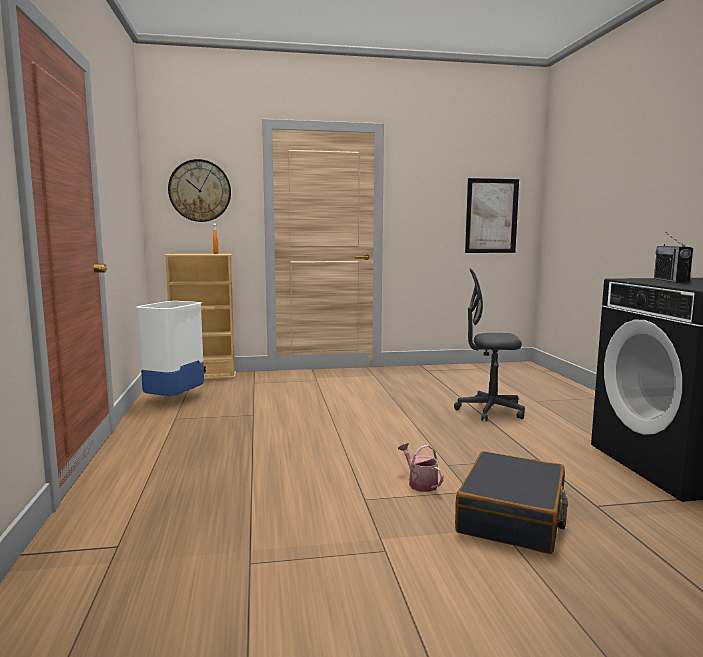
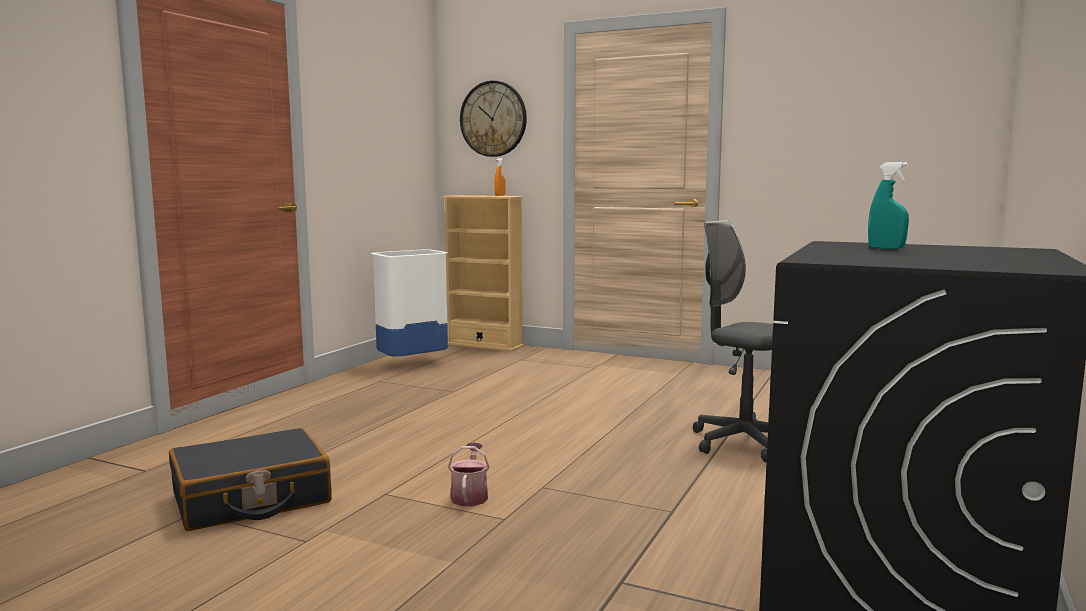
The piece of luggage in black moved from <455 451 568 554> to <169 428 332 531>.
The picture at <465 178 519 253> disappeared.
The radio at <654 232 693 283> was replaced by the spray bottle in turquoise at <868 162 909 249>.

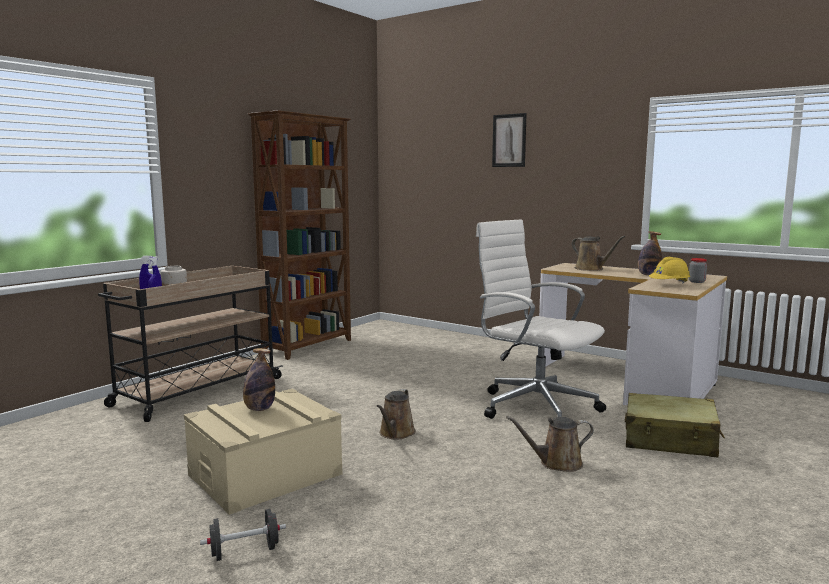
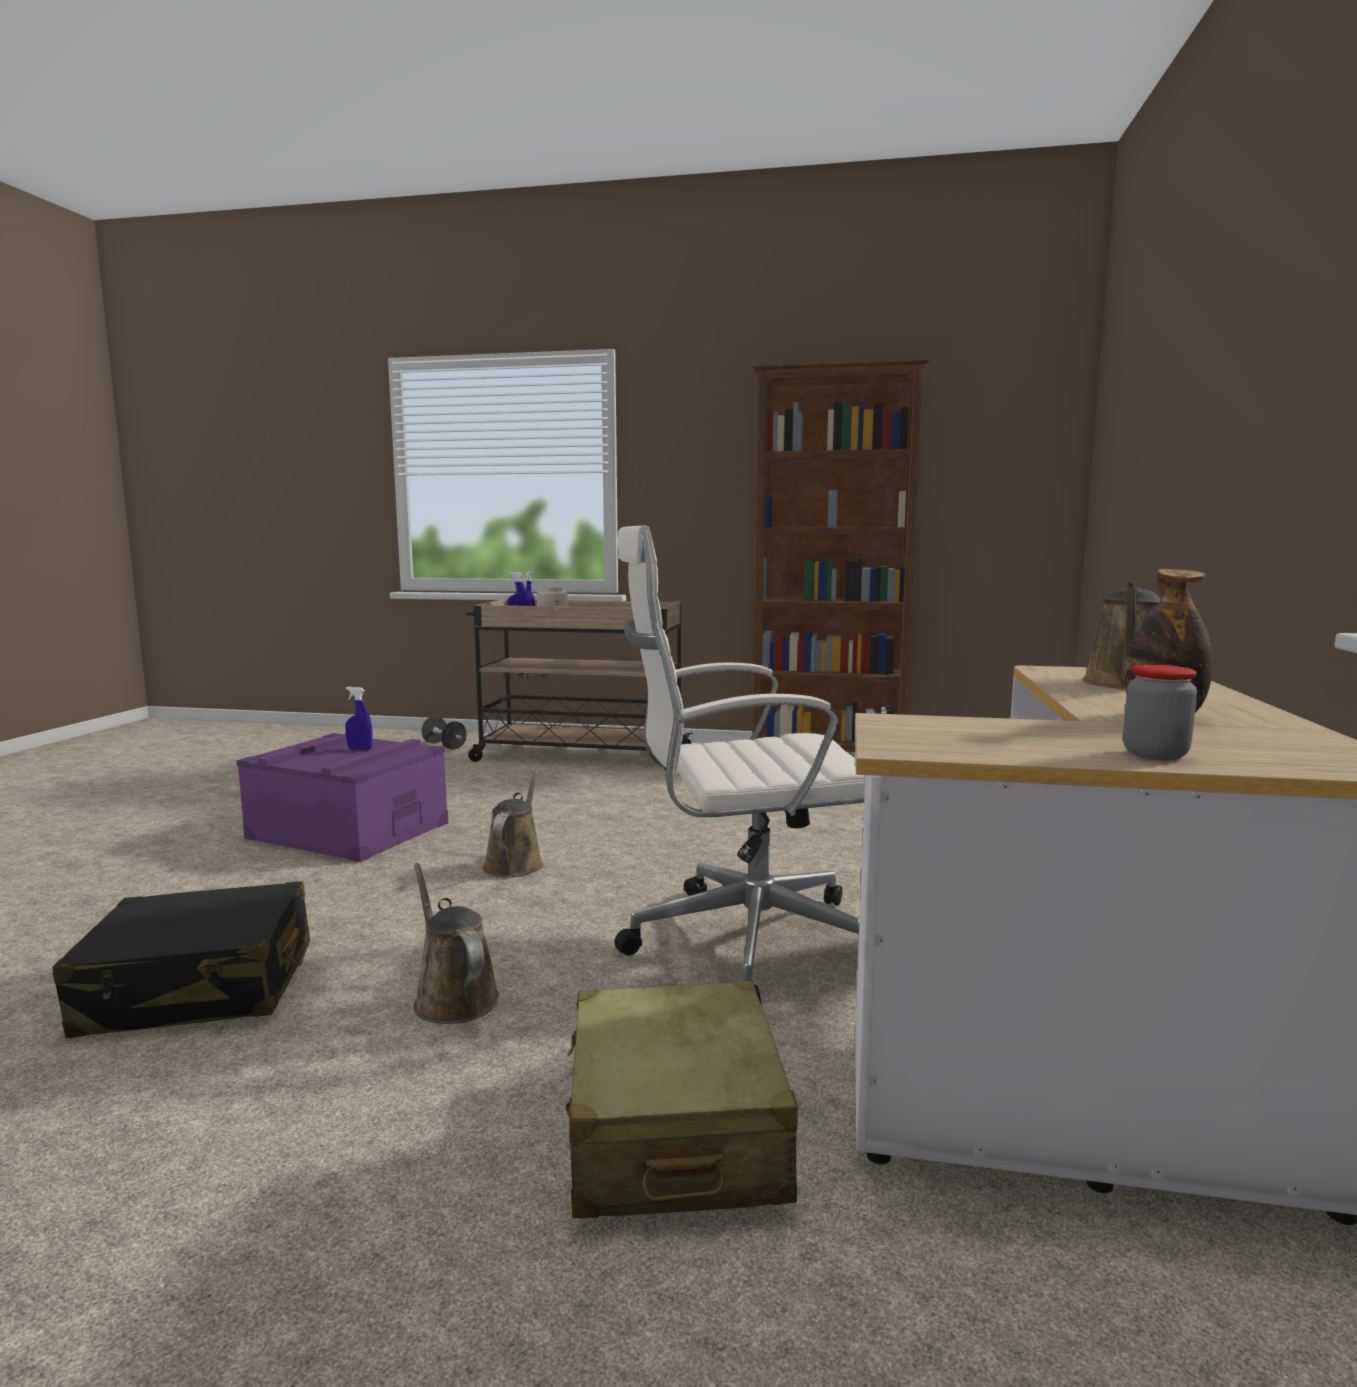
The storage container in beige-coloured at <184 389 342 515> became the storage container in purple at <237 733 448 862>.
The dumbbell in black moved from <200 509 286 561> to <421 716 467 750>.
The drink bottle at <243 348 275 411> was replaced by the spray bottle in bluish at <345 687 372 750>.
The sprinkling can in brown-coloured at <377 389 416 440> turned 105 degrees clockwise.
The desk chair in white at <476 219 606 419> turned 120 degrees counterclockwise.
The picture at <492 113 527 167> disappeared.
The work helmet in yellowish at <649 257 690 283> disappeared.
The piece of luggage in black at <53 881 310 1038> appeared.

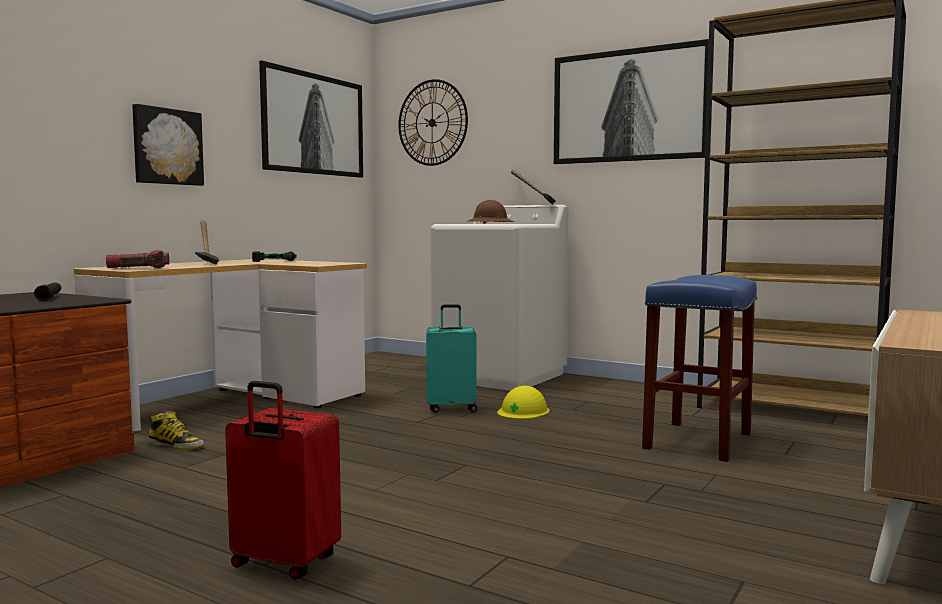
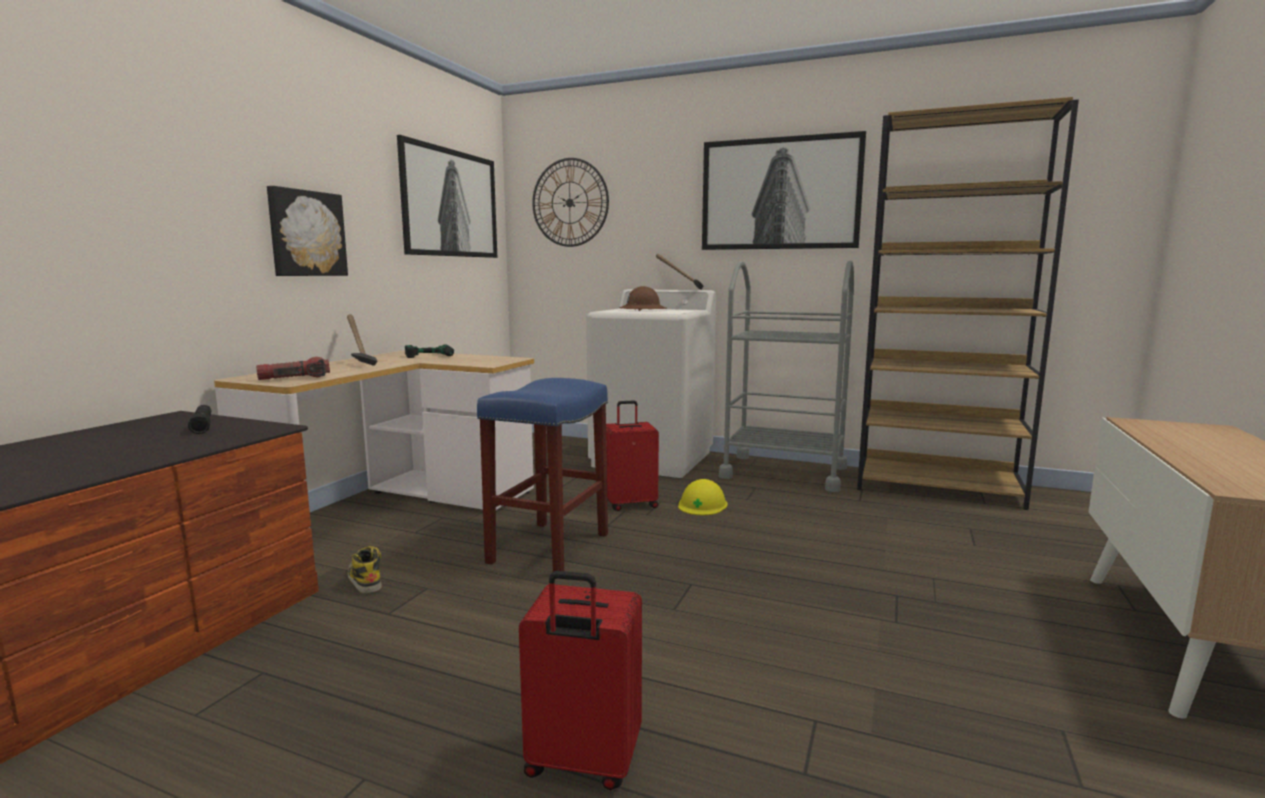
The tall boot at <148 411 204 450> turned 135 degrees counterclockwise.
The piece of luggage in turquoise at <426 304 477 412> became the piece of luggage in red-coloured at <606 401 659 511>.
The sitting stool in bluish moved from <642 275 757 462> to <477 378 608 572>.
The wheeled cart in grey at <719 260 854 492> appeared.

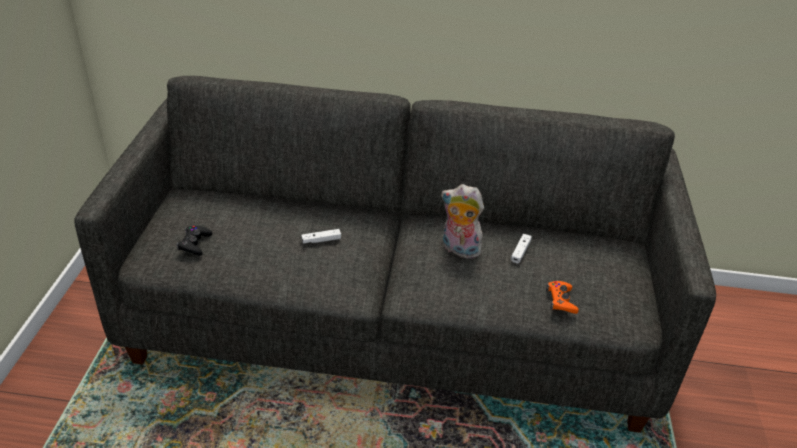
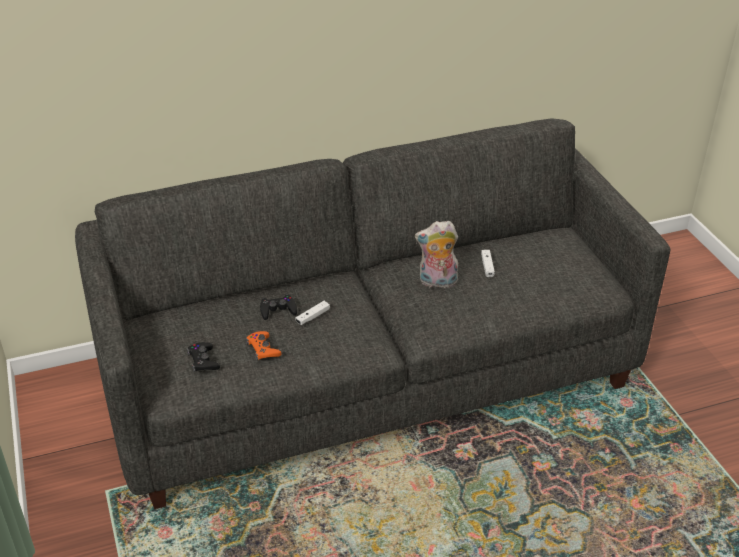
The game controller in orangey moved from <546 281 579 314> to <246 331 281 360>.
The game controller in black at <260 294 297 320> appeared.

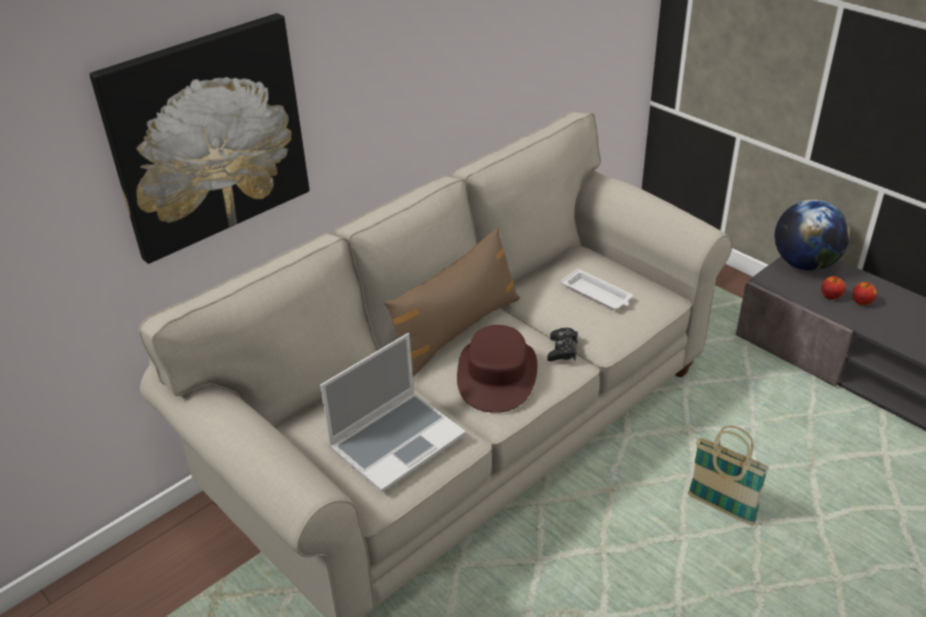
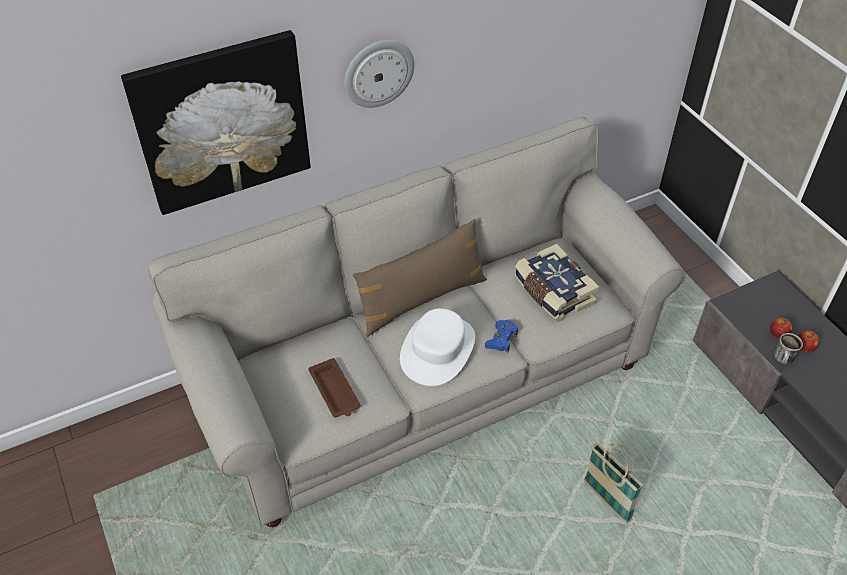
The notebook computer at <320 333 466 493> was replaced by the carrying tray in brown-coloured at <308 358 361 417>.
The clothing hat in brown-coloured at <457 325 537 413> became the clothing hat in white at <400 308 475 386>.
The game controller in black at <548 328 578 361> became the game controller in bluish at <485 320 518 353>.
The carrying tray in white at <561 268 633 310> was replaced by the bound book at <515 244 599 322>.
The world globe at <775 200 850 271> disappeared.
The wall clock at <345 40 415 108> appeared.
The tea mug at <774 333 803 365> appeared.

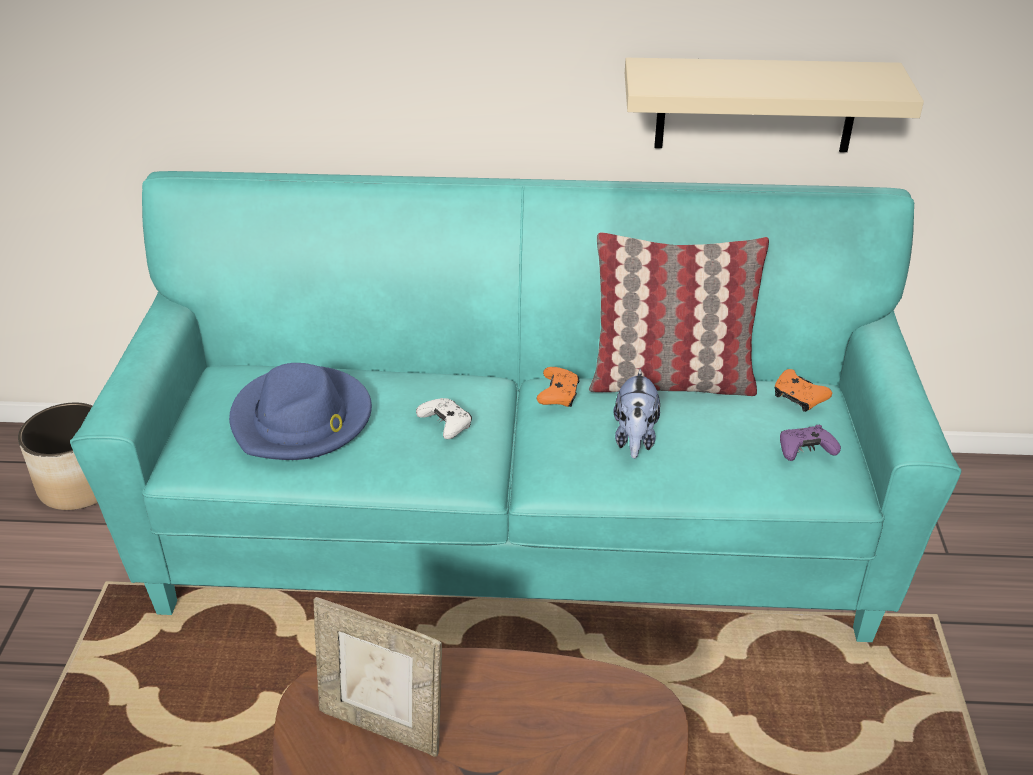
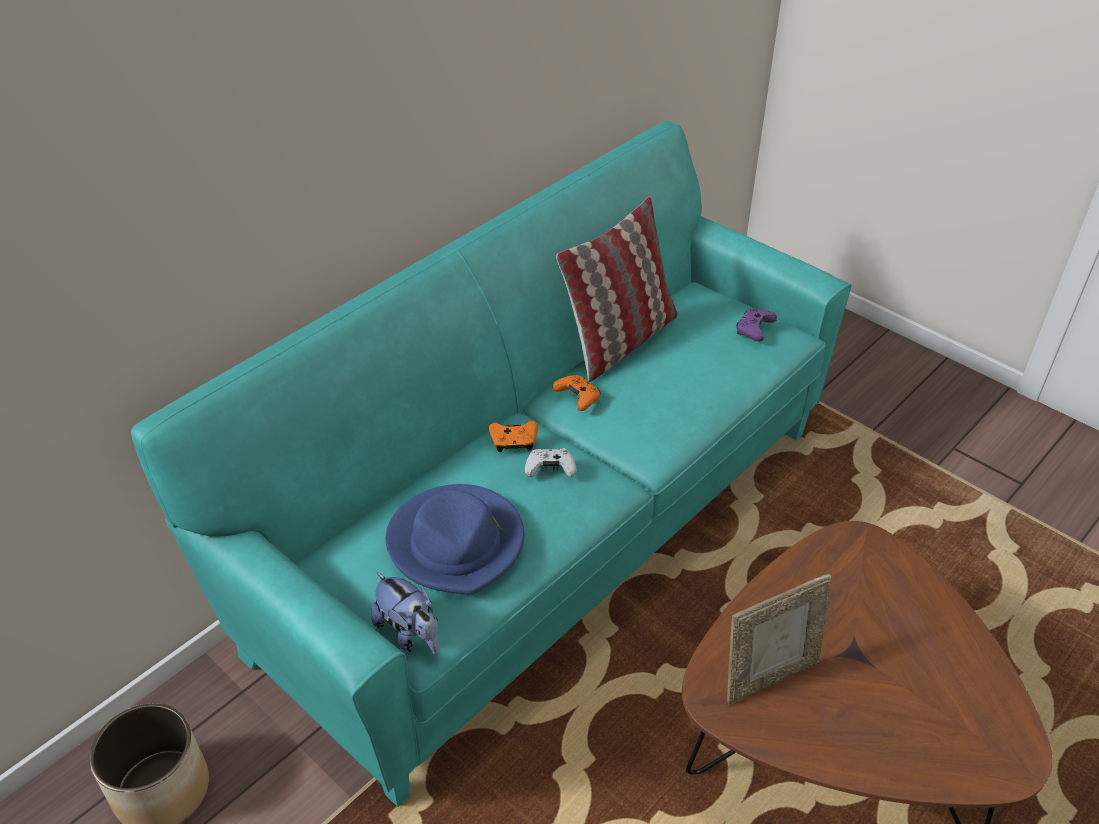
The cuddly toy moved from <613 369 660 459> to <371 572 439 655>.
The wall shelf in beige-coloured at <625 58 924 152> disappeared.
The game controller in orangey moved from <775 369 832 412> to <489 421 538 452>.

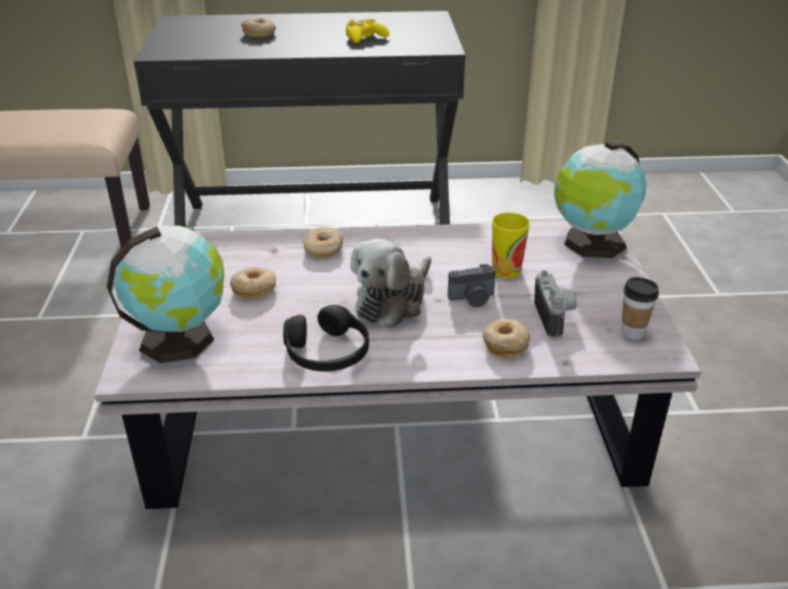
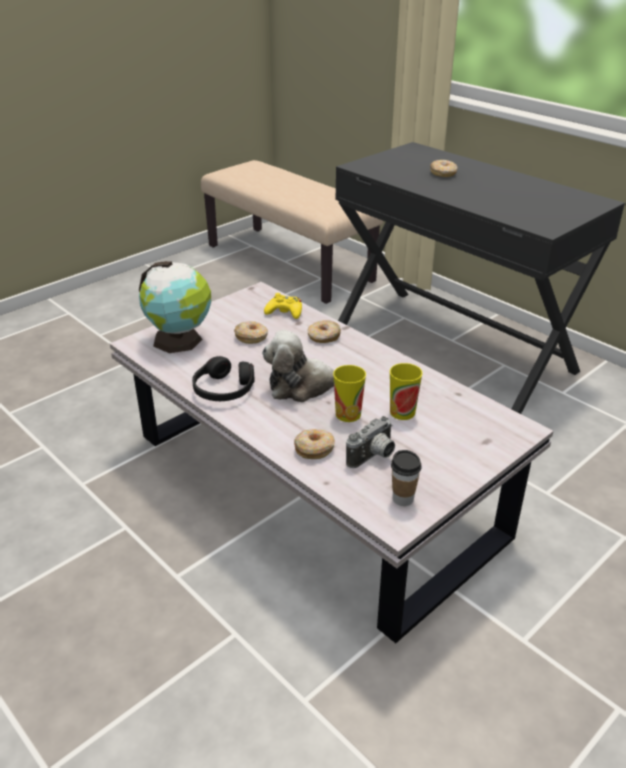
The game controller in yellowish moved from <346 18 389 43> to <264 293 302 319>.
The still camera at <448 264 496 307> was replaced by the drinking cup at <333 365 366 422>.
The world globe at <554 142 647 258> disappeared.

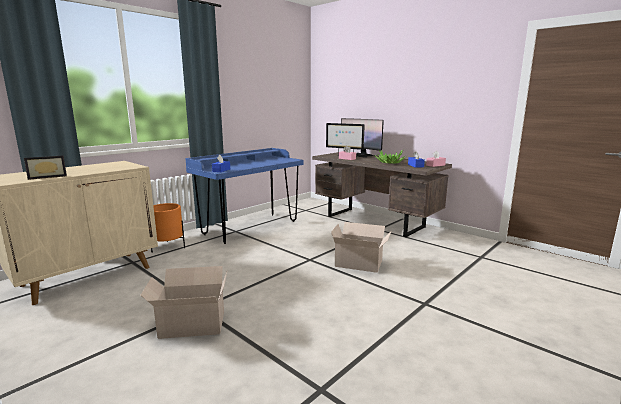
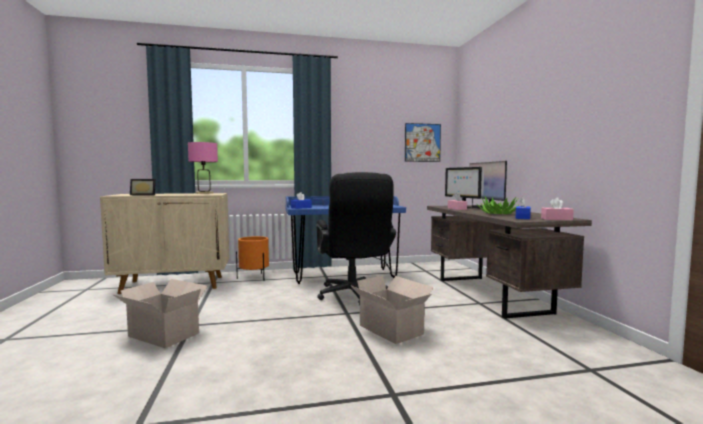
The table lamp in pink-coloured at <188 142 218 194> appeared.
The desk chair in black at <316 172 396 306> appeared.
The picture at <405 123 441 162> appeared.

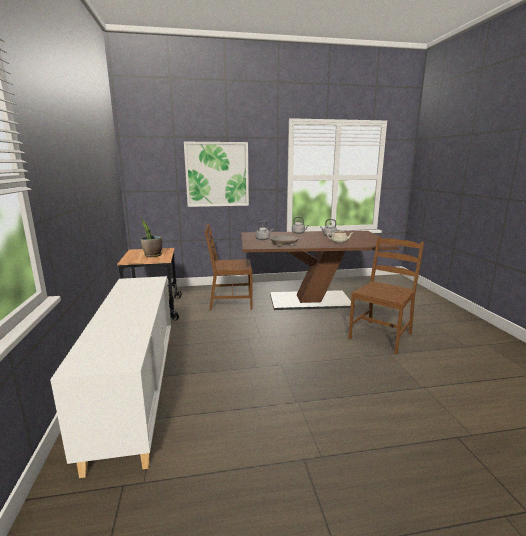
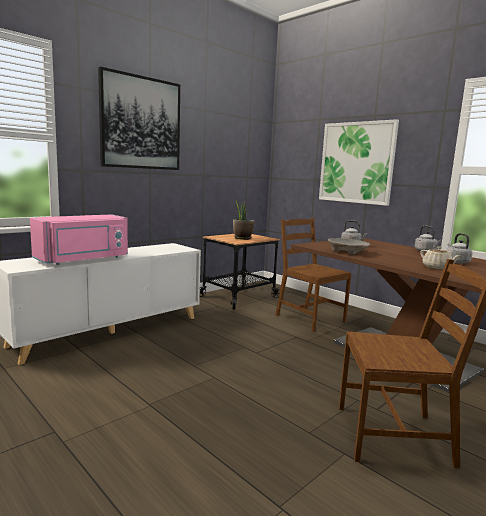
The microwave in pink-coloured at <30 214 128 265> appeared.
The picture at <98 67 180 170> appeared.

